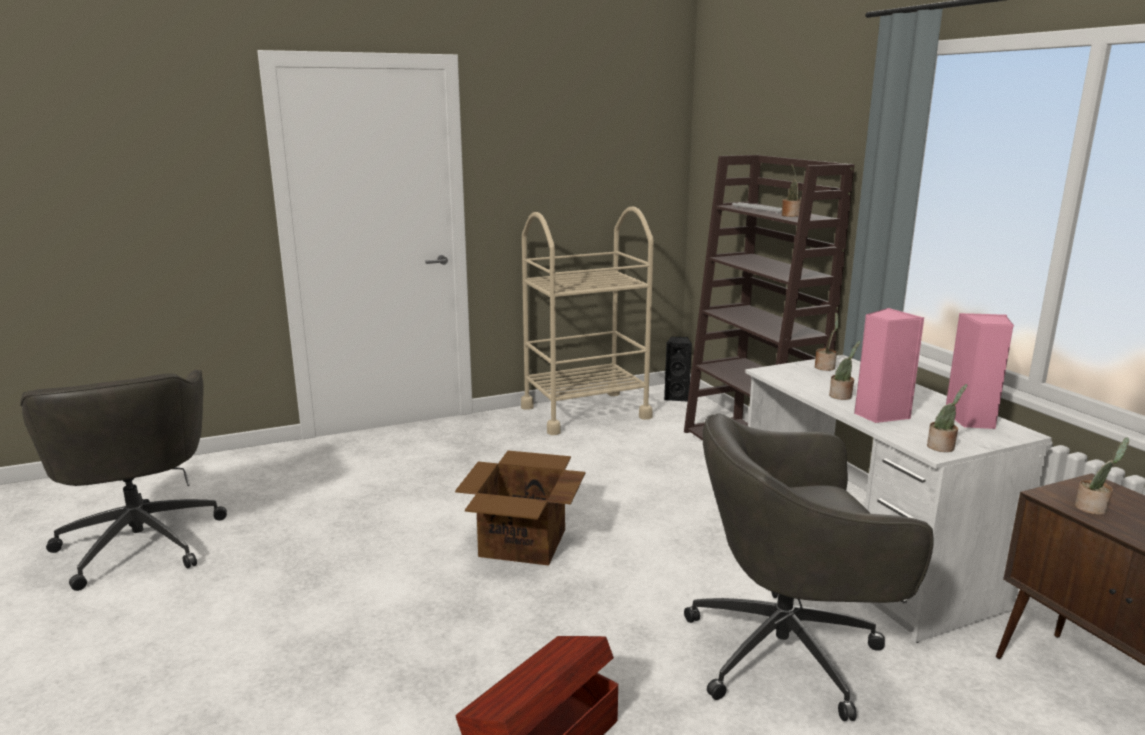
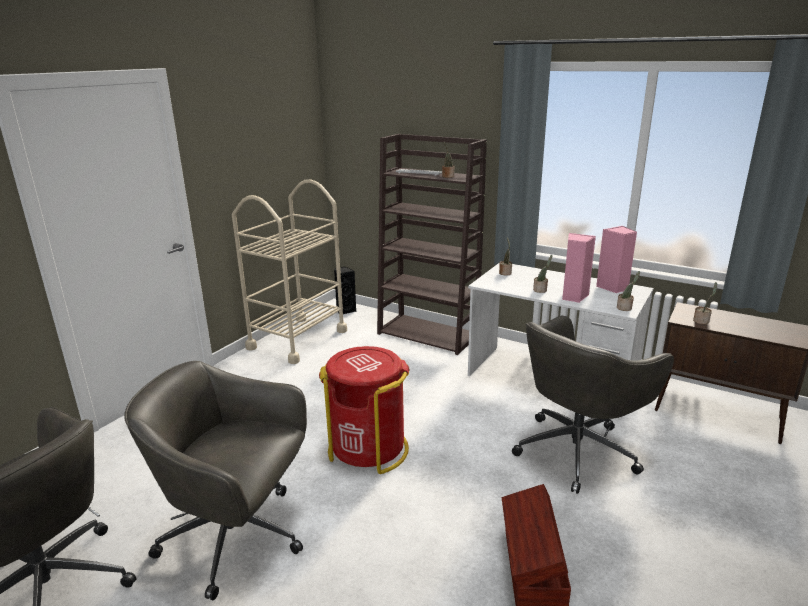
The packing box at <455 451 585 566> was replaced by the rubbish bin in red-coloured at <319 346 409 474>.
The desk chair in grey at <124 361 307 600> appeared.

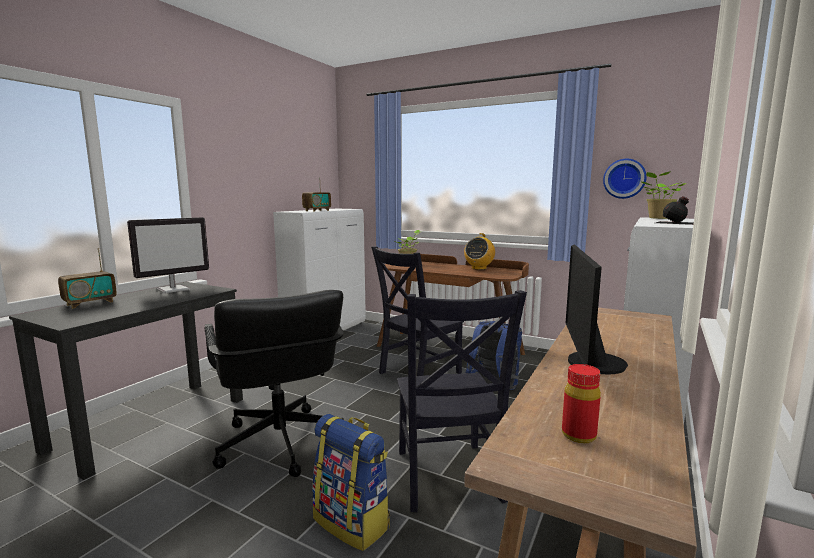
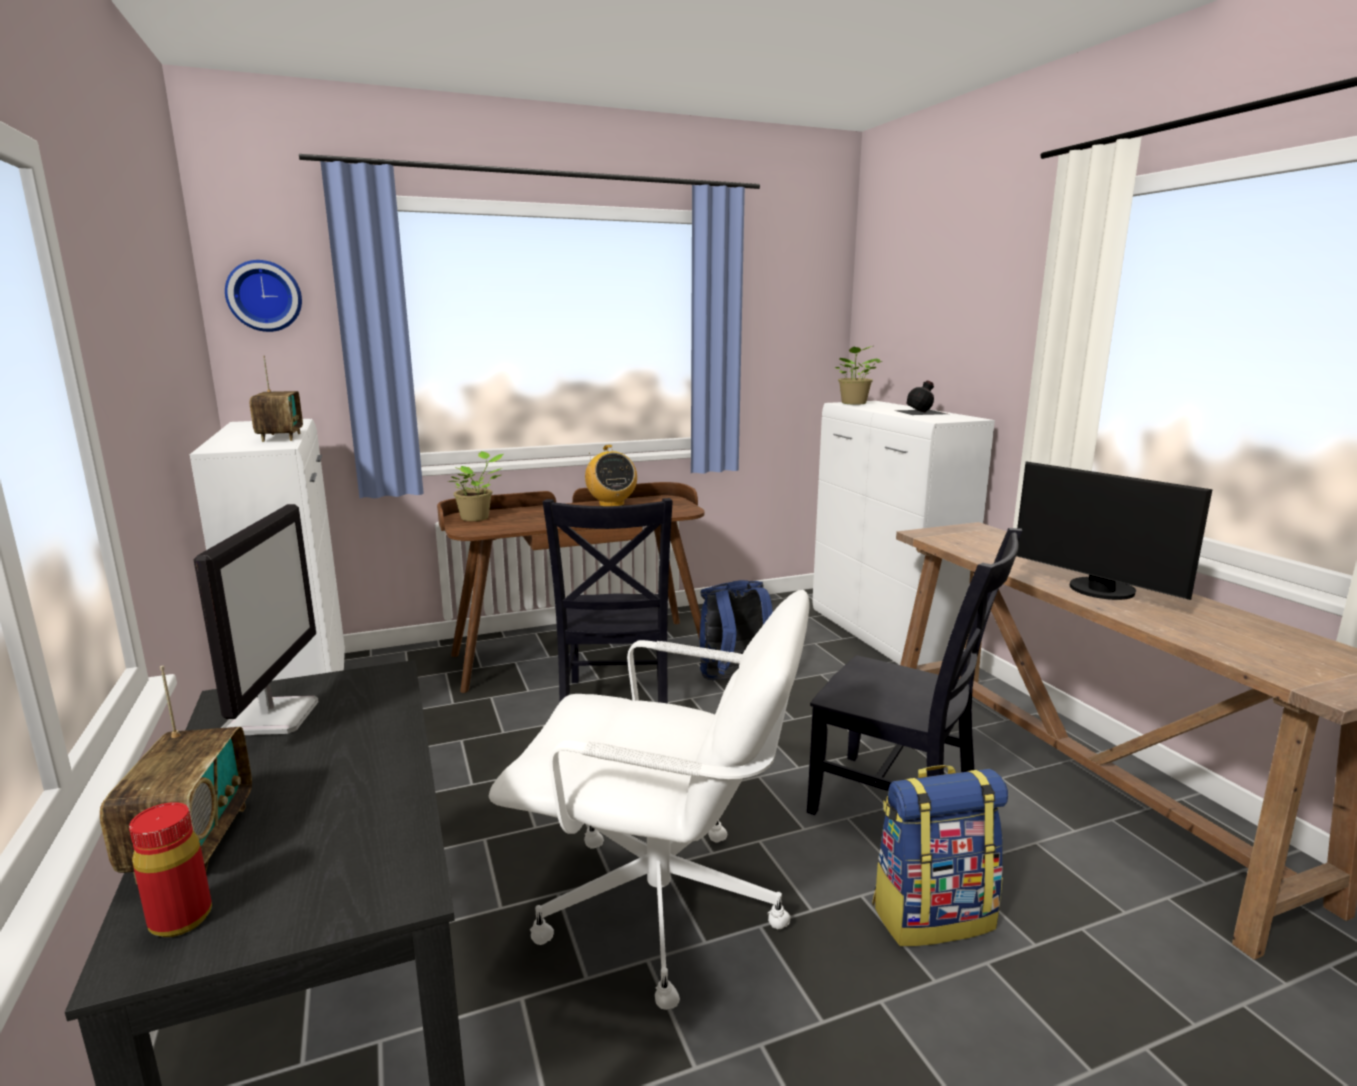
The desk chair in black at <205 290 344 477> became the desk chair in white at <489 590 810 1010>.
The drink bottle in red-coloured moved from <562 364 601 444> to <129 802 212 937>.
The wall clock moved from <603 159 647 199> to <225 260 302 332>.

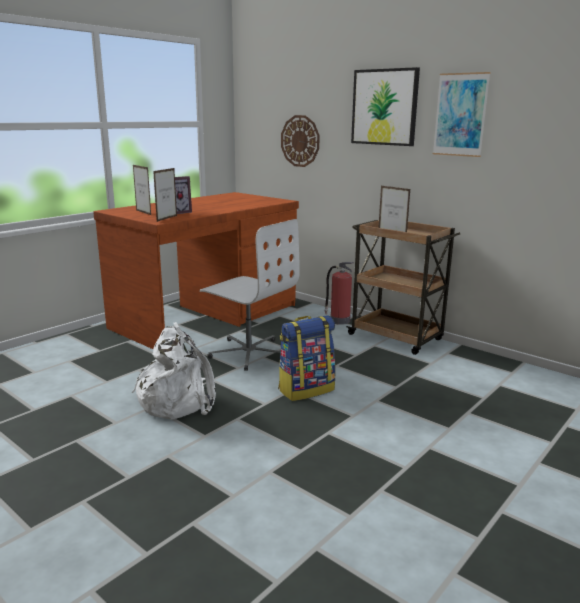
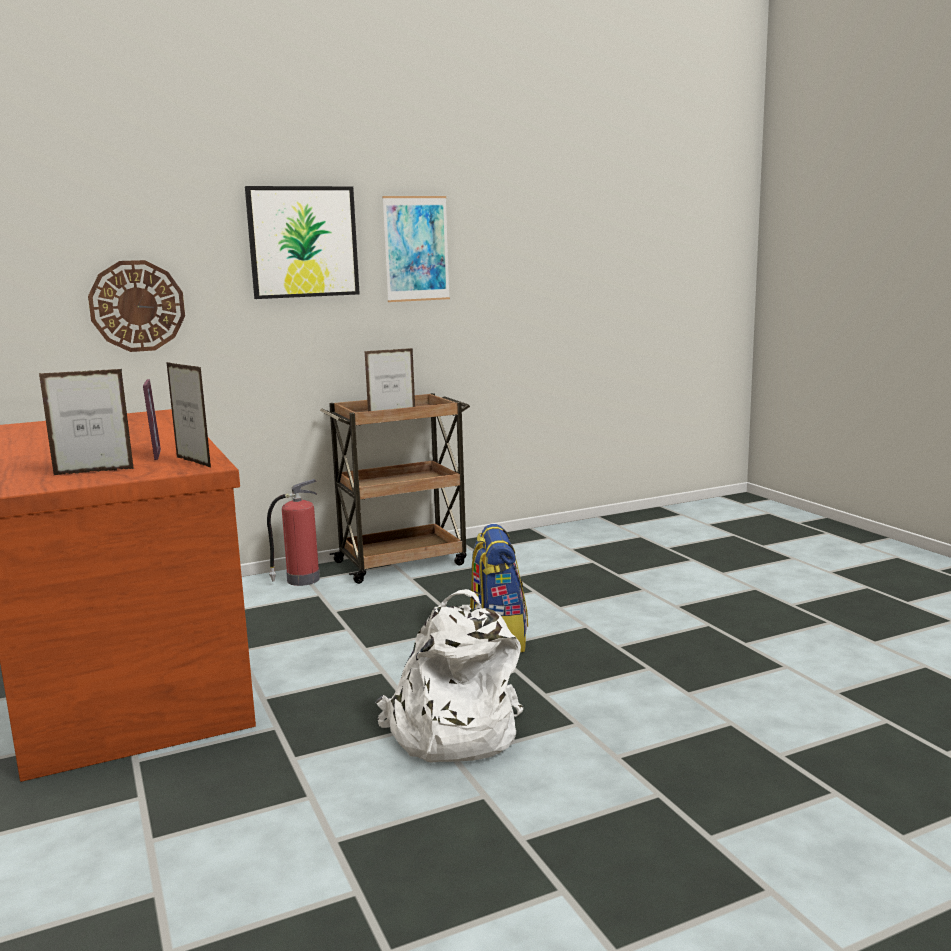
The desk chair in white at <200 219 300 371> disappeared.

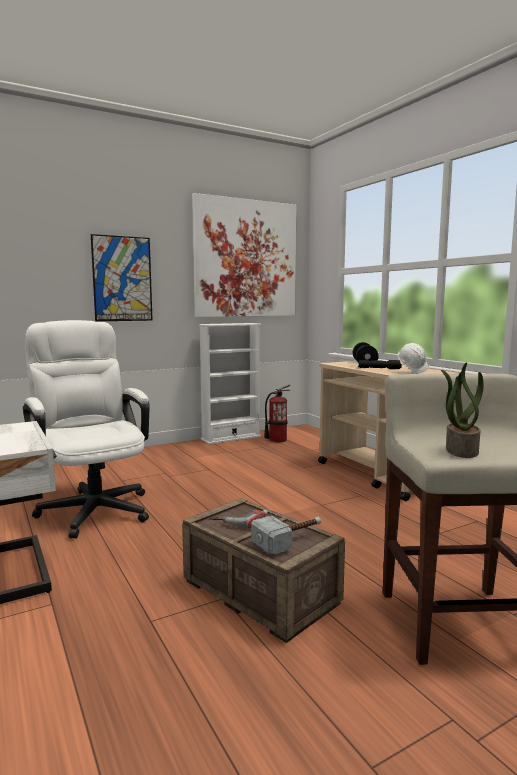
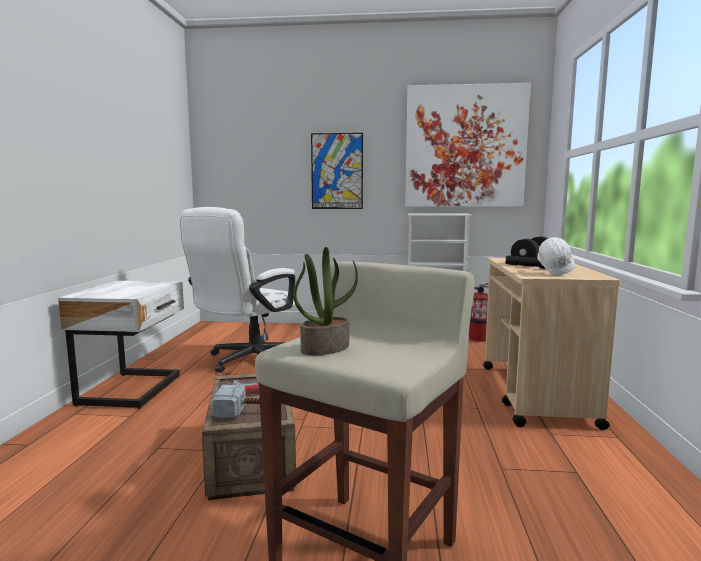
The desk chair in white at <23 320 150 539> turned 150 degrees counterclockwise.

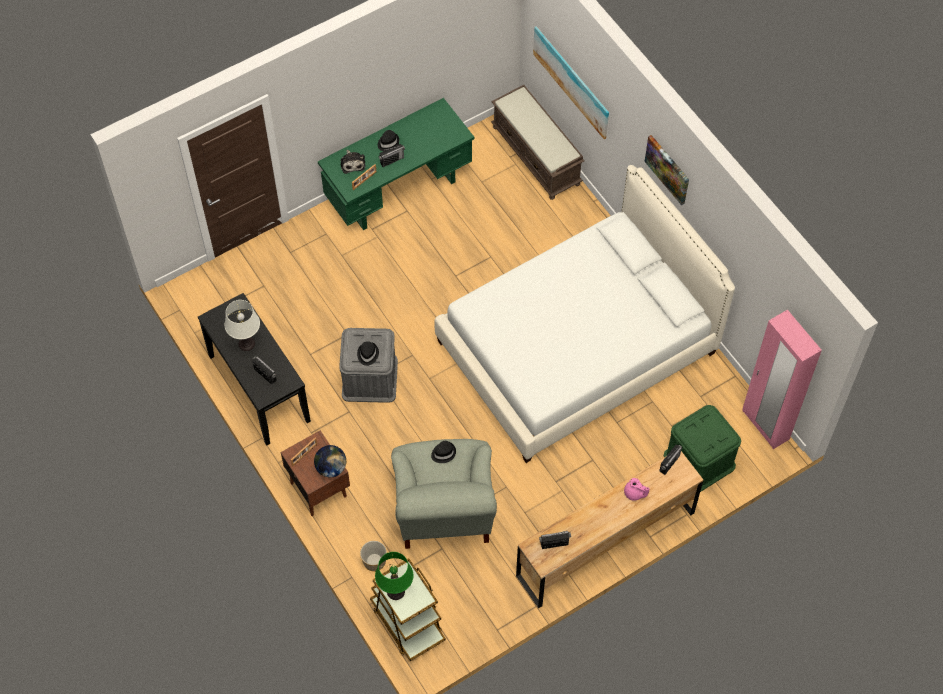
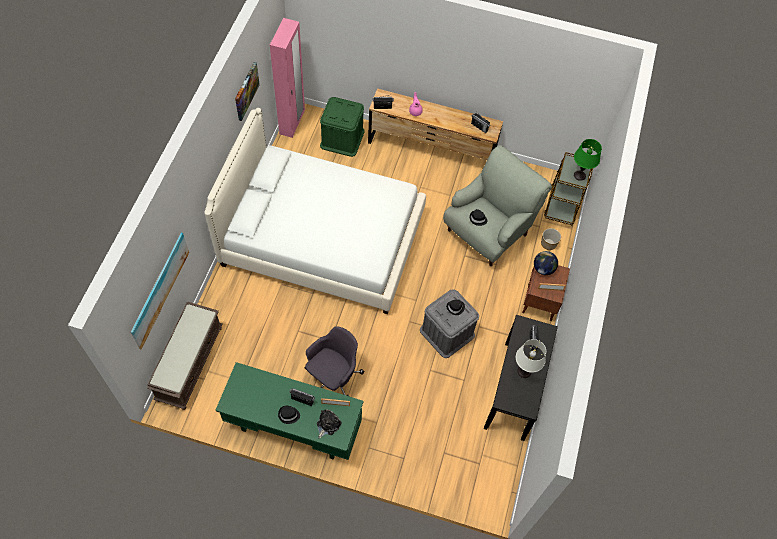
The picture moved from <645 135 689 205> to <235 62 260 121>.
The desk chair in grey at <305 326 364 397> appeared.

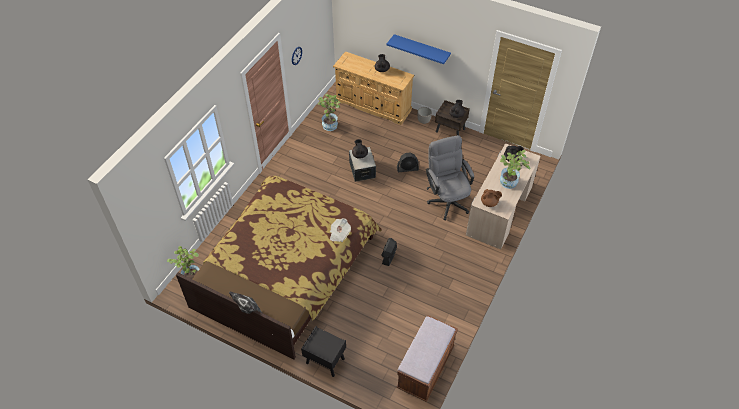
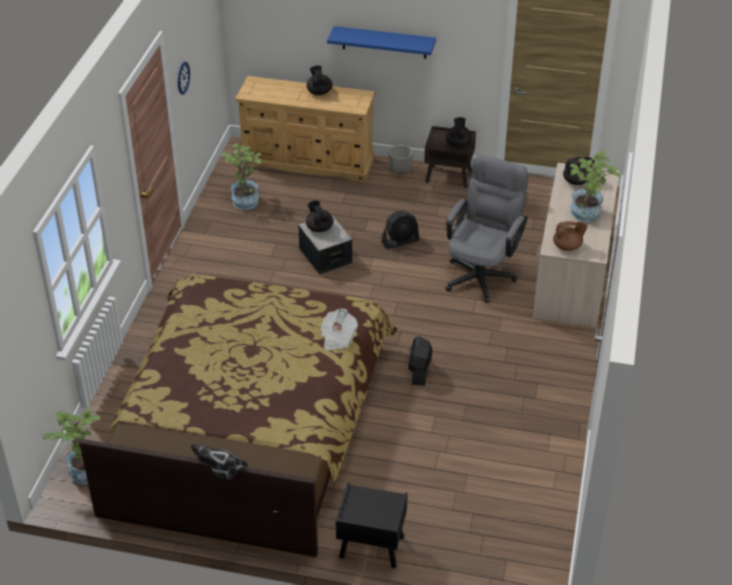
The long seat in brown-coloured at <396 316 458 402> disappeared.
The desk chair in grey at <426 135 474 220> turned 60 degrees clockwise.

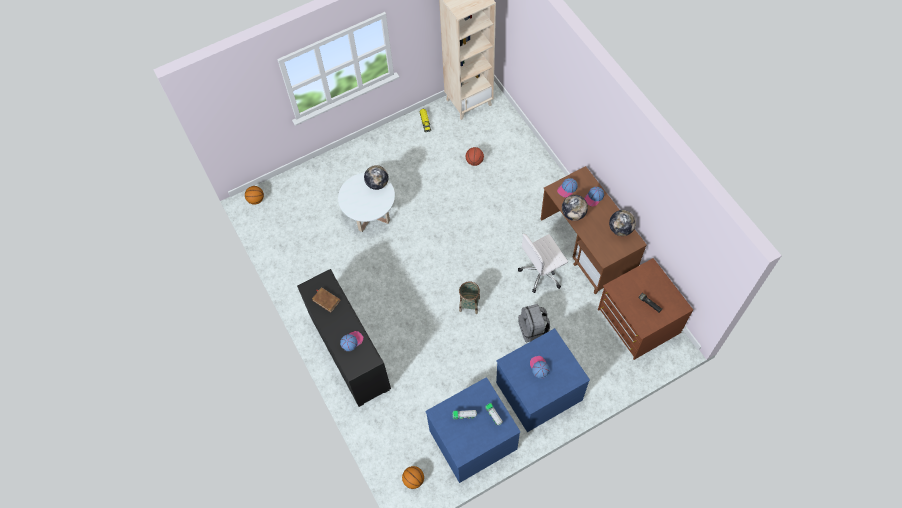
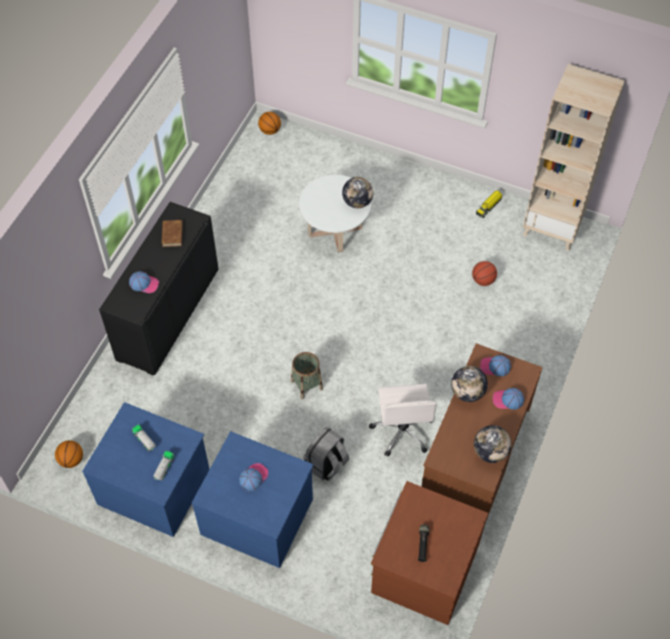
The desk chair in white at <518 234 568 293> turned 120 degrees counterclockwise.

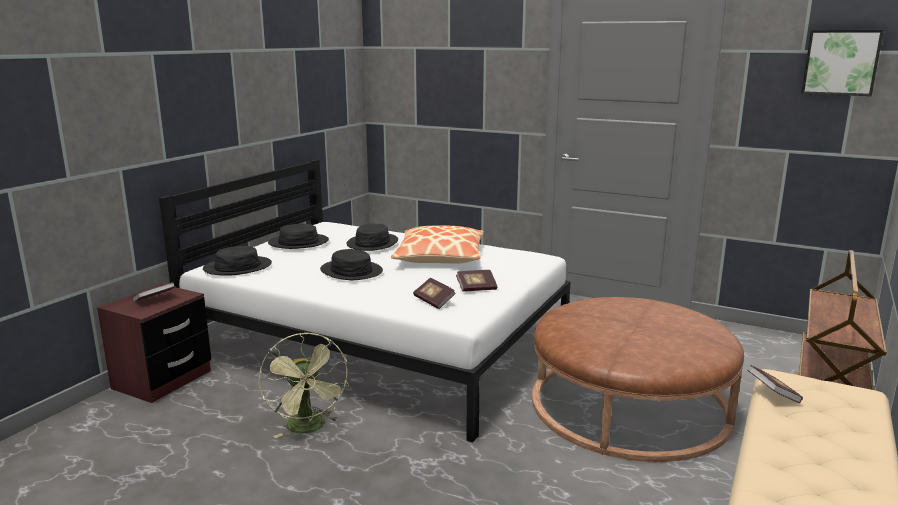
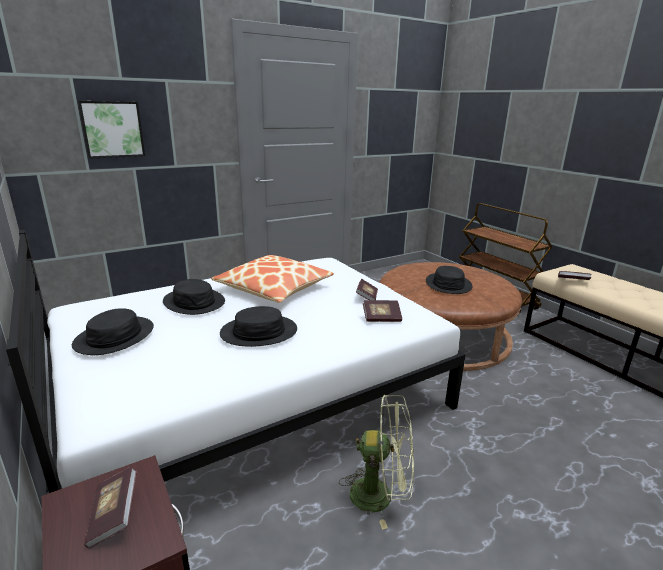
The clothing hat in black moved from <203 246 272 276> to <426 266 472 294>.
The picture moved from <801 30 884 96> to <78 101 145 159>.

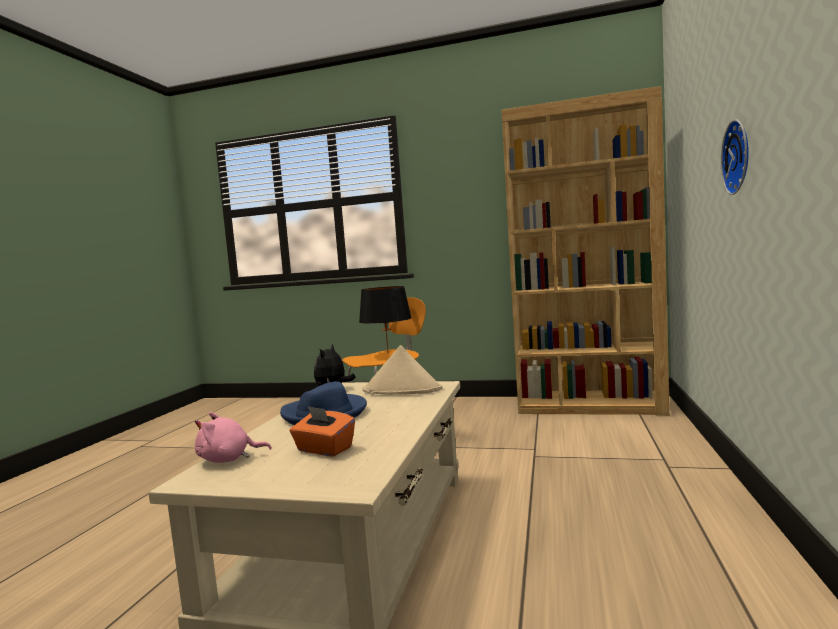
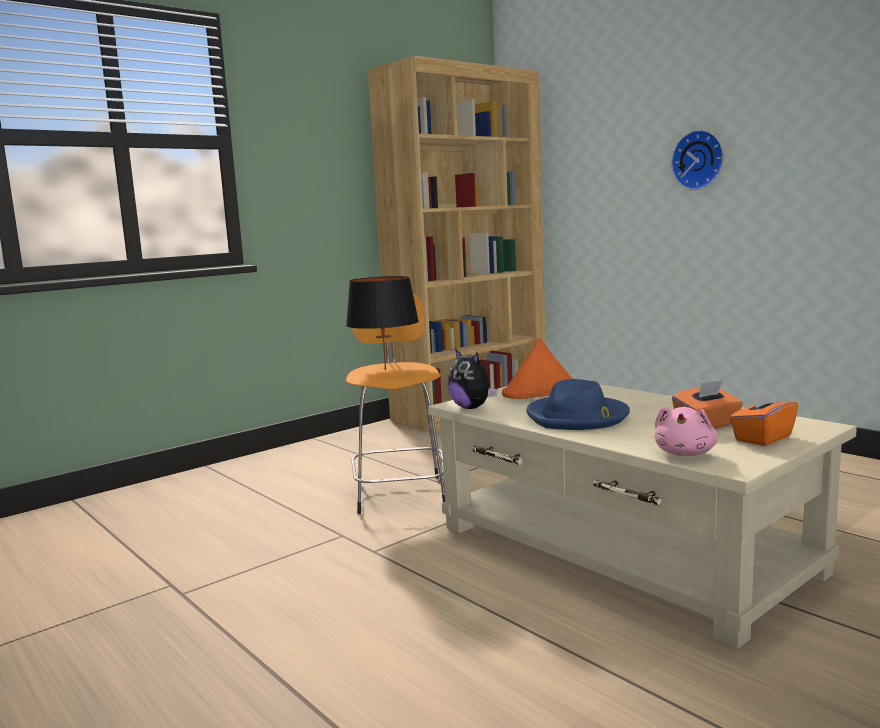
The clothing hat in beige-coloured at <362 345 442 395> became the clothing hat in orangey at <502 338 572 399>.
The tissue box in orangey at <729 386 798 446> appeared.

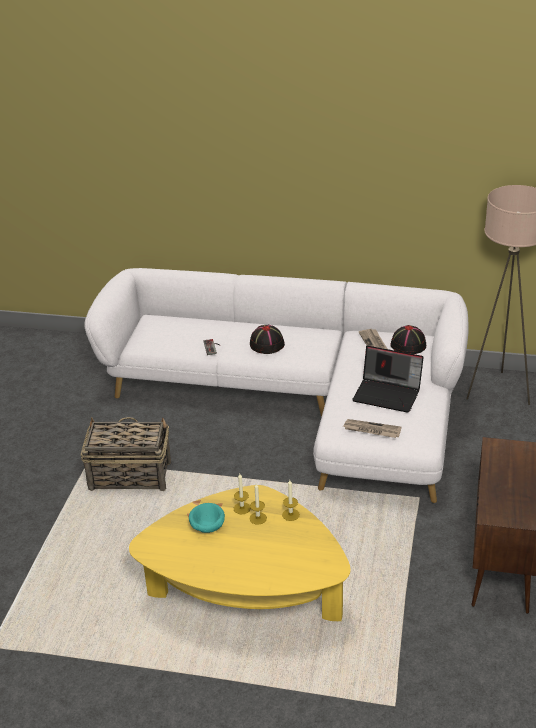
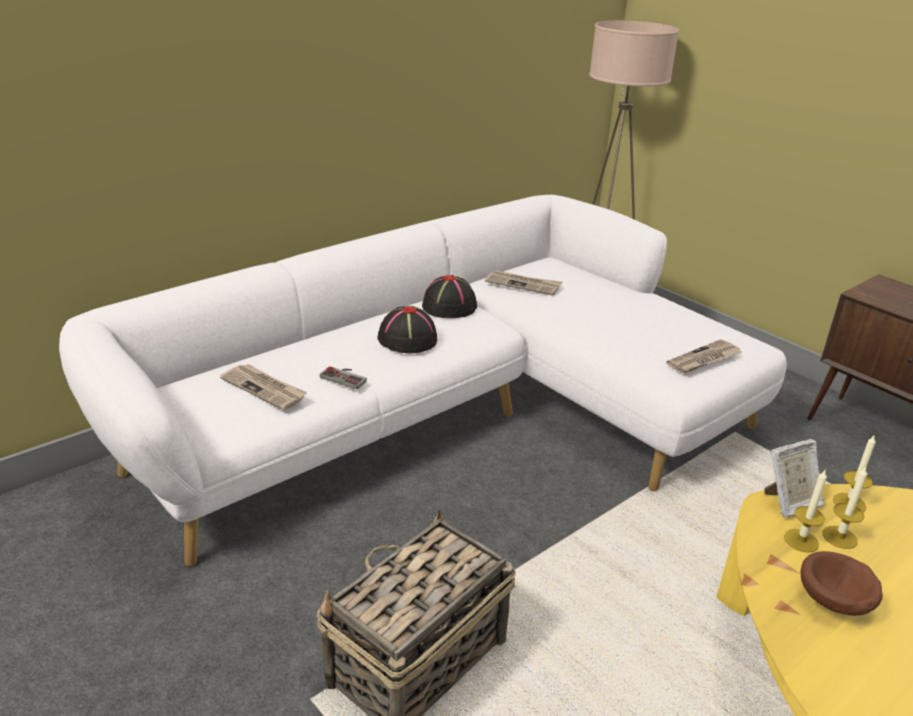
The serving bowl in turquoise at <189 503 225 533> became the serving bowl in brown-coloured at <801 551 883 616>.
The notebook computer at <352 346 424 413> disappeared.
The clothing hat in black moved from <390 325 426 354> to <422 275 477 318>.
The newspaper at <220 364 307 410> appeared.
The photo frame at <764 439 824 518> appeared.

